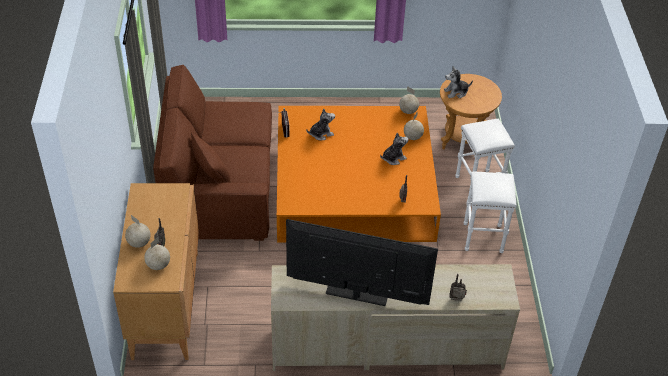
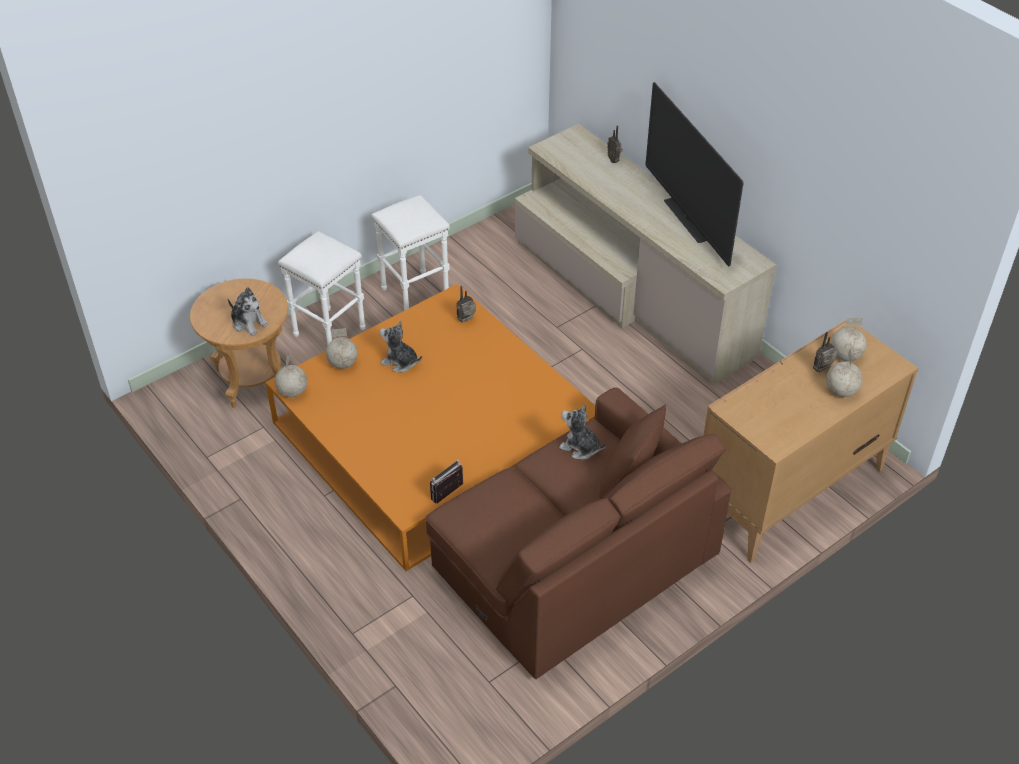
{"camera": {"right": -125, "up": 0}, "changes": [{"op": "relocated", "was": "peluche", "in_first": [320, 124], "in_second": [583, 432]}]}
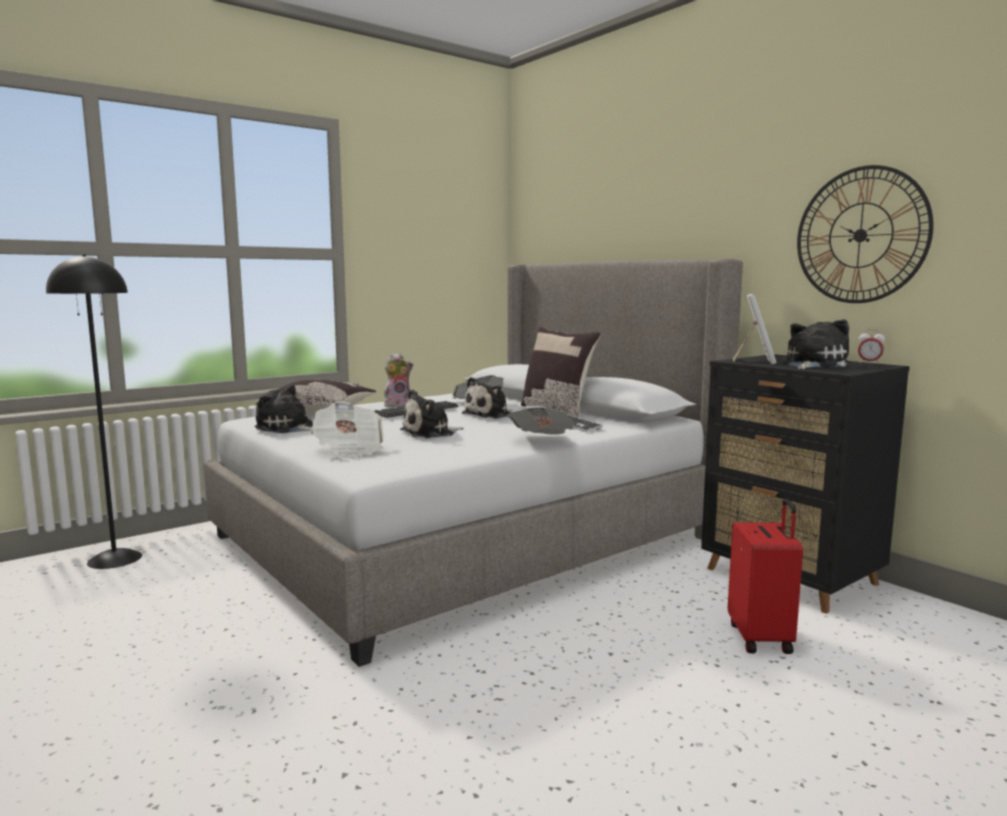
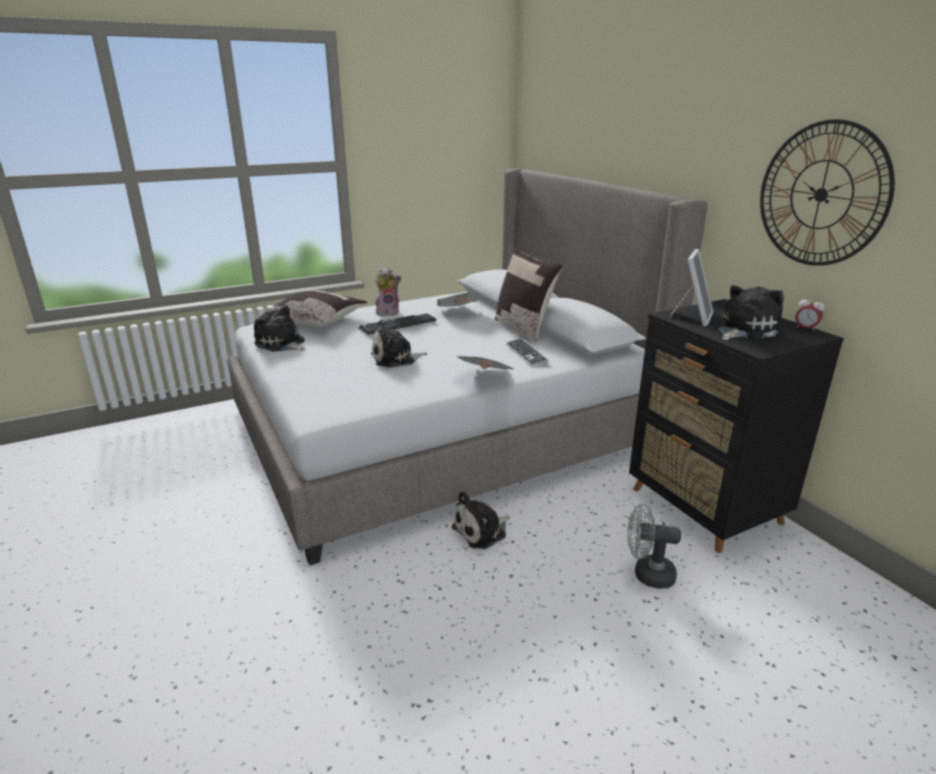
{"camera": {"right": 10, "up": 15}, "changes": [{"op": "relocated", "was": "peluche", "in_first": [487, 398], "in_second": [480, 520]}, {"op": "exchanged", "was": "maleta/rojo", "now": "ventilador/gris", "in_first": [765, 576], "in_second": [654, 546]}, {"op": "missing", "was": "lámpara de pie/negro", "in_first": [94, 412]}, {"op": "missing", "was": "periódico", "in_first": [347, 431]}]}
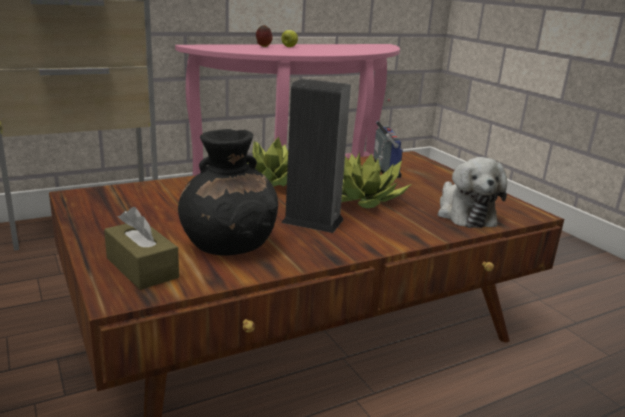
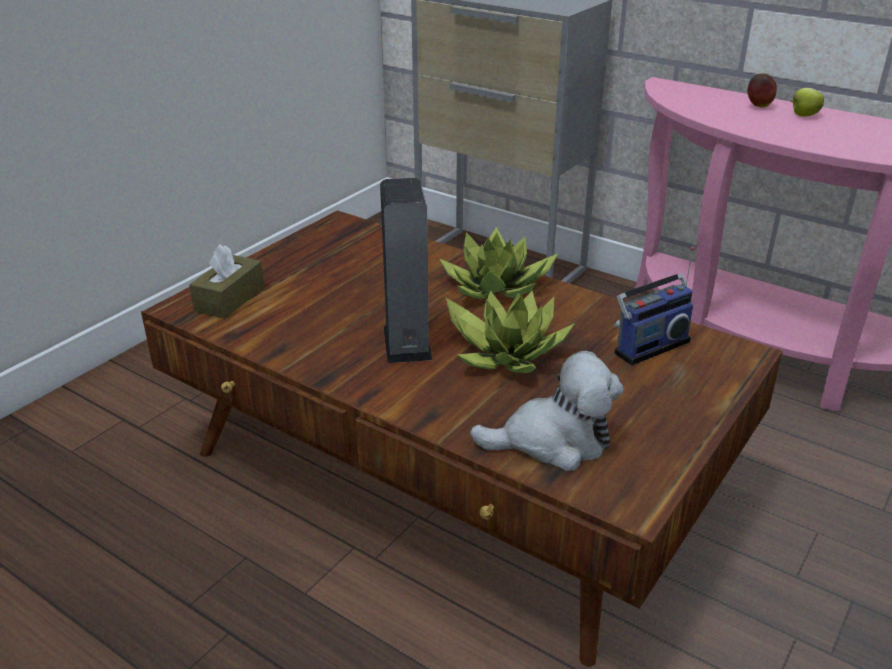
{"camera": {"right": 65, "up": 10}, "changes": [{"op": "spun", "was": "peluche", "in_first": [472, 192], "in_second": [547, 411], "clockwise": -150}, {"op": "missing", "was": "florero/negro", "in_first": [228, 192]}]}
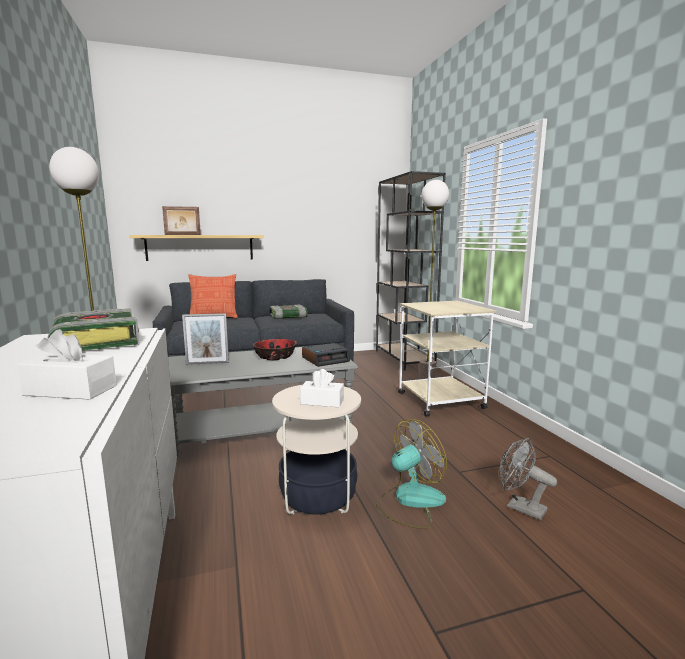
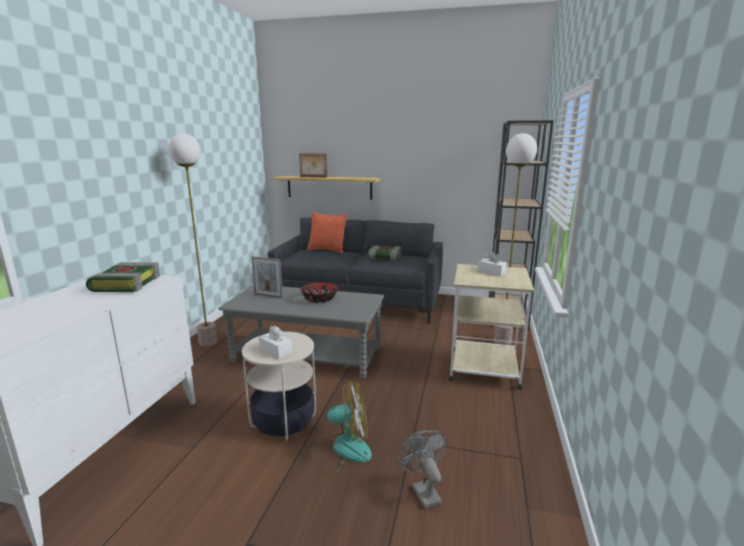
{"camera": {"right": 30, "up": 5}, "changes": [{"op": "relocated", "was": "caja de pañuelos/blanco", "in_first": [67, 364], "in_second": [492, 264]}, {"op": "missing", "was": "despertador", "in_first": [326, 355]}]}
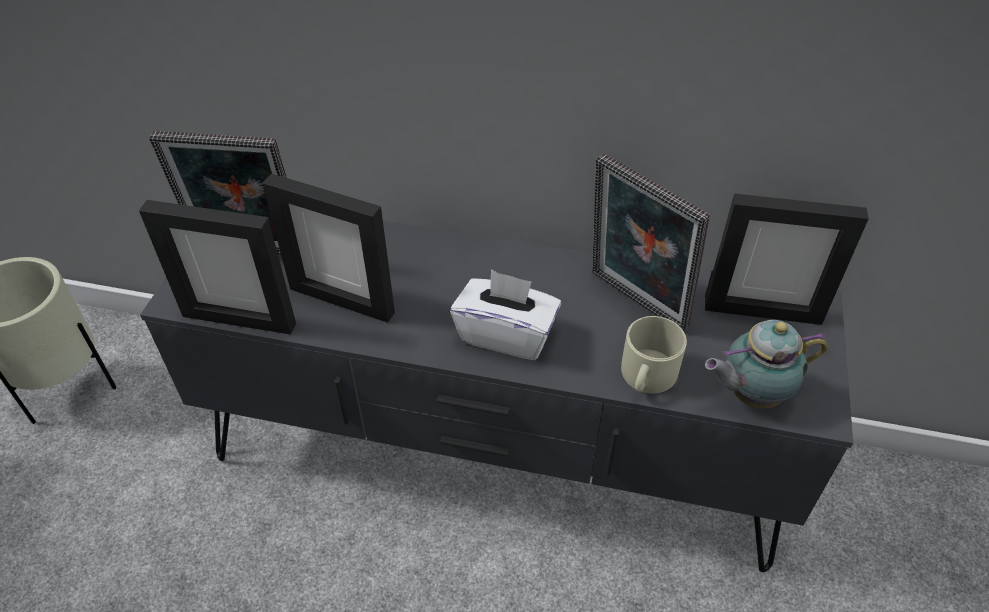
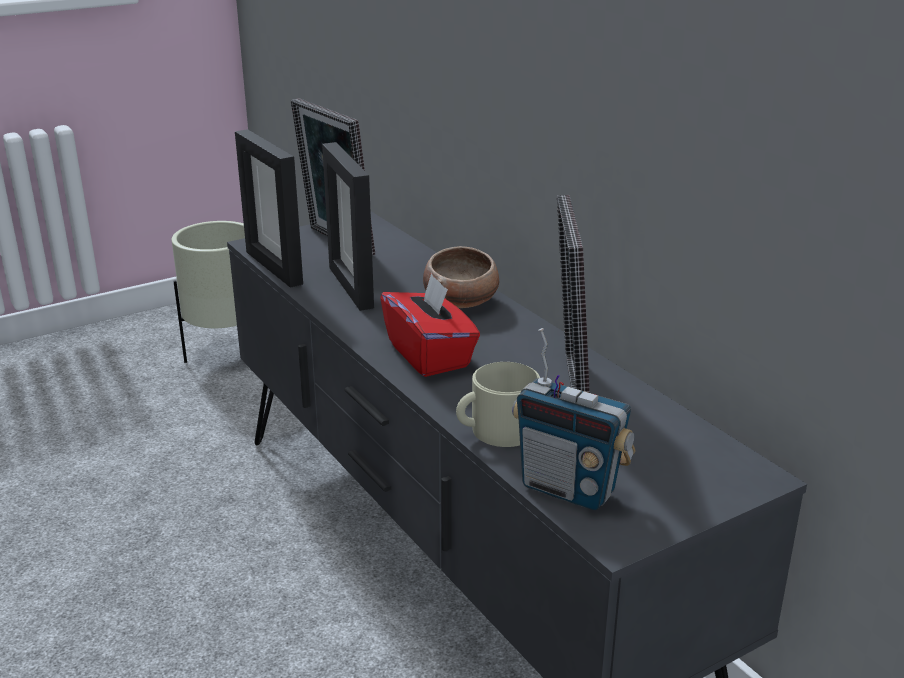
{"camera": {"right": 45, "up": -20}, "changes": [{"op": "colour", "was": "caja de pañuelos/blanco", "now": "caja de pañuelos/rojo", "in_first": [505, 315], "in_second": [430, 325]}, {"op": "appeared", "now": "cuenco", "in_second": [461, 277]}, {"op": "exchanged", "was": "tetera", "now": "radio", "in_first": [766, 364], "in_second": [574, 419]}, {"op": "missing", "was": "portarretratos", "in_first": [787, 259]}]}
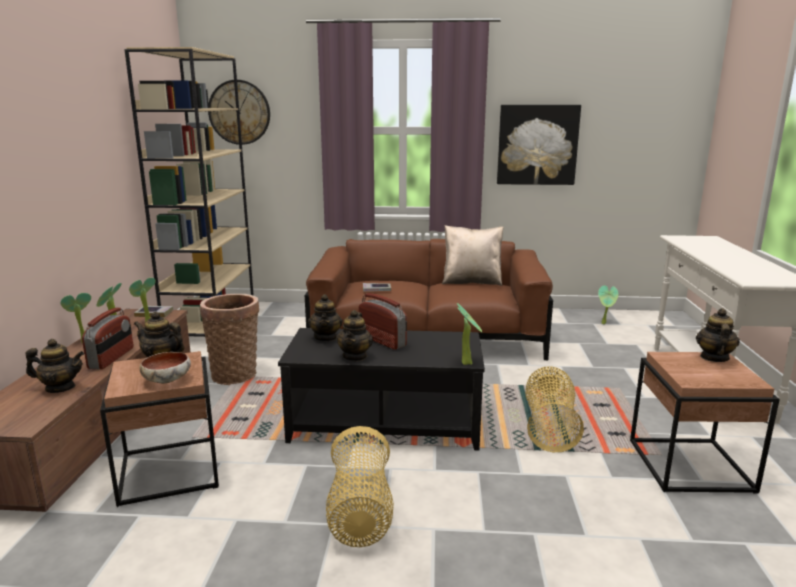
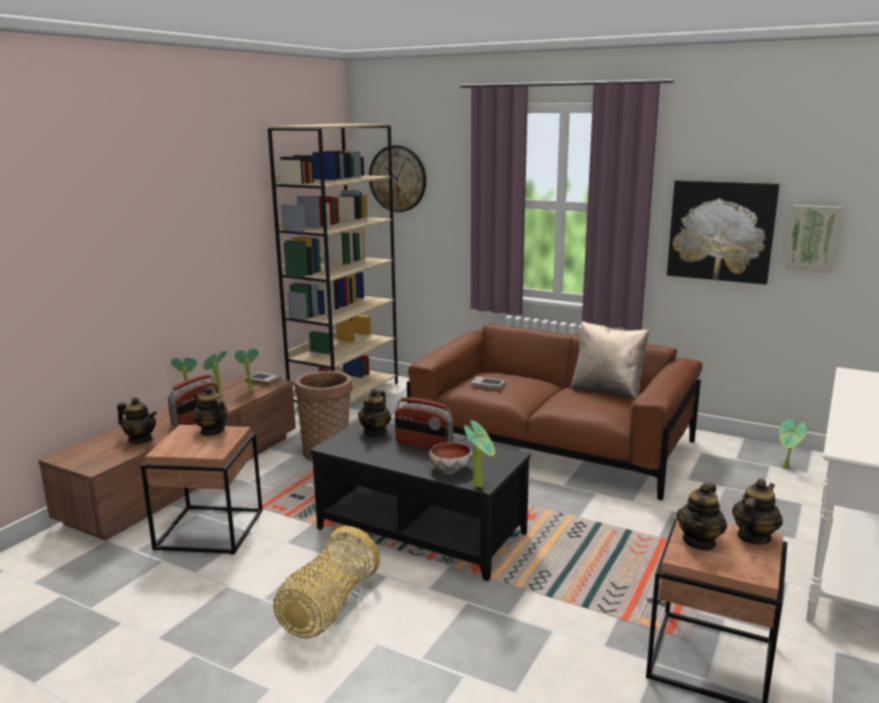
{"camera": {"right": 25, "up": 0}, "changes": [{"op": "spun", "was": "radio", "in_first": [383, 321], "in_second": [424, 423], "clockwise": 135}, {"op": "relocated", "was": "cuenco", "in_first": [165, 368], "in_second": [450, 457]}, {"op": "relocated", "was": "tetera", "in_first": [354, 336], "in_second": [702, 517]}, {"op": "appeared", "now": "cuadro", "in_second": [813, 239]}, {"op": "missing", "was": "cesta", "in_first": [554, 409]}]}
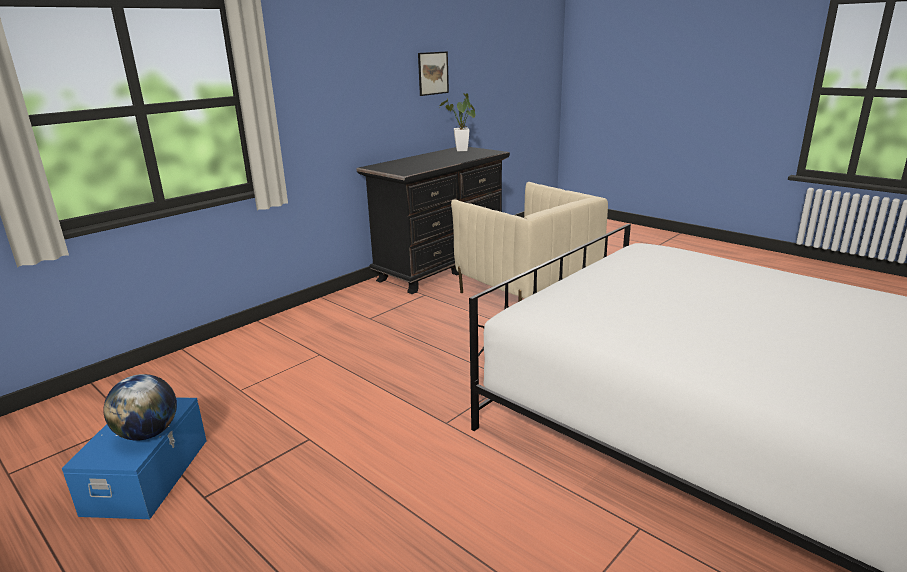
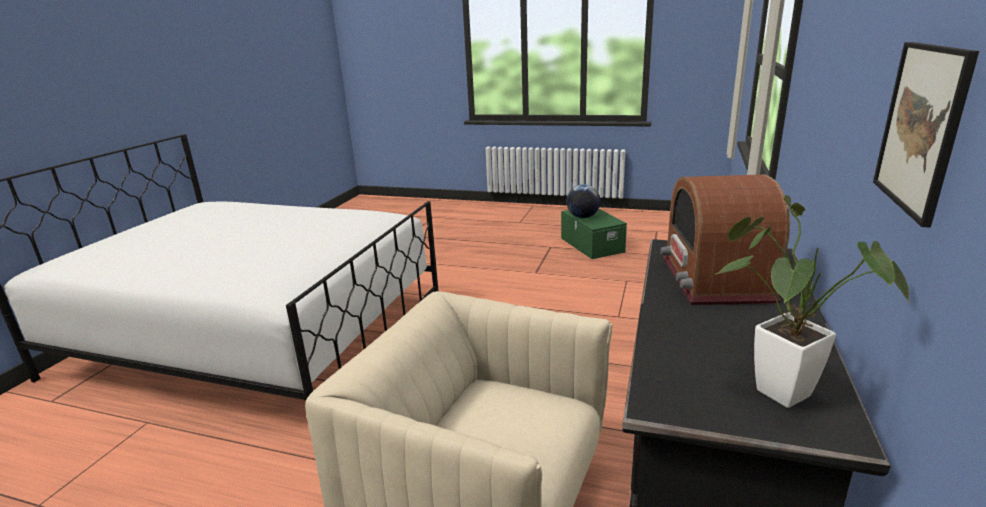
{"camera": {"right": 155, "up": 0}, "changes": [{"op": "colour", "was": "caja de almacenaje/azul", "now": "caja de almacenaje/verde", "in_first": [134, 458], "in_second": [594, 234]}, {"op": "appeared", "now": "radio", "in_second": [725, 239]}]}
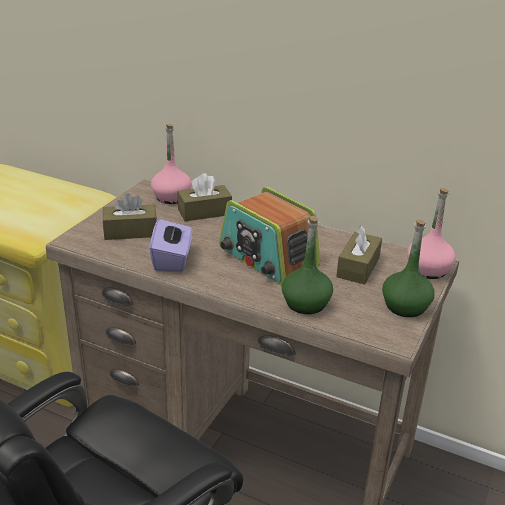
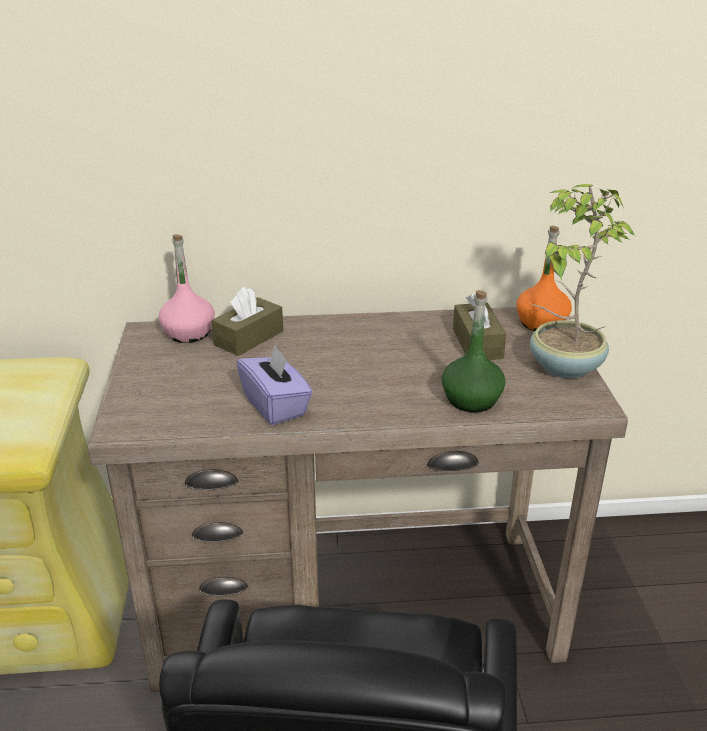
{"camera": {"right": -30, "up": 0}, "changes": [{"op": "colour", "was": "botella/rosa", "now": "botella/naranja", "in_first": [431, 233], "in_second": [544, 278]}, {"op": "exchanged", "was": "botella/verde", "now": "planta en maceta", "in_first": [408, 268], "in_second": [582, 281]}, {"op": "missing", "was": "caja de pañuelos/marrón", "in_first": [130, 216]}, {"op": "missing", "was": "radio", "in_first": [269, 236]}]}
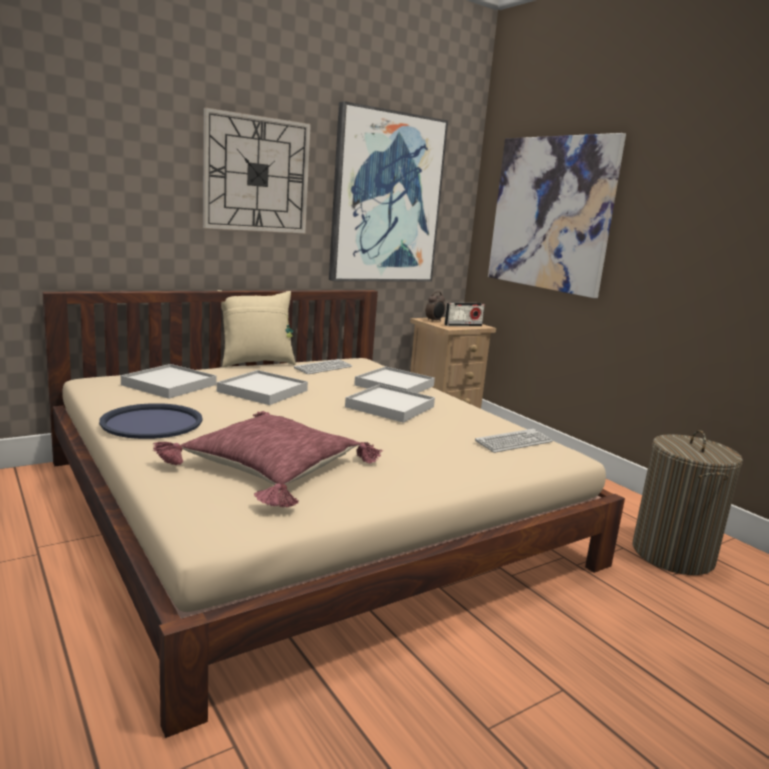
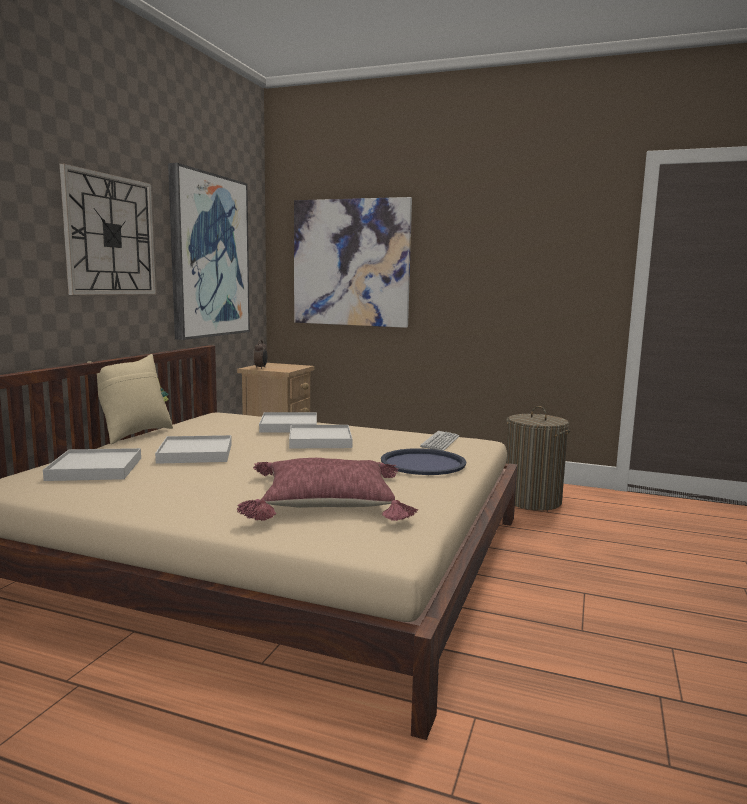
{"camera": {"right": -35, "up": -5}, "changes": [{"op": "relocated", "was": "bandeja/azul", "in_first": [151, 421], "in_second": [423, 461]}, {"op": "missing", "was": "teclado", "in_first": [323, 366]}, {"op": "missing", "was": "radio", "in_first": [465, 314]}]}
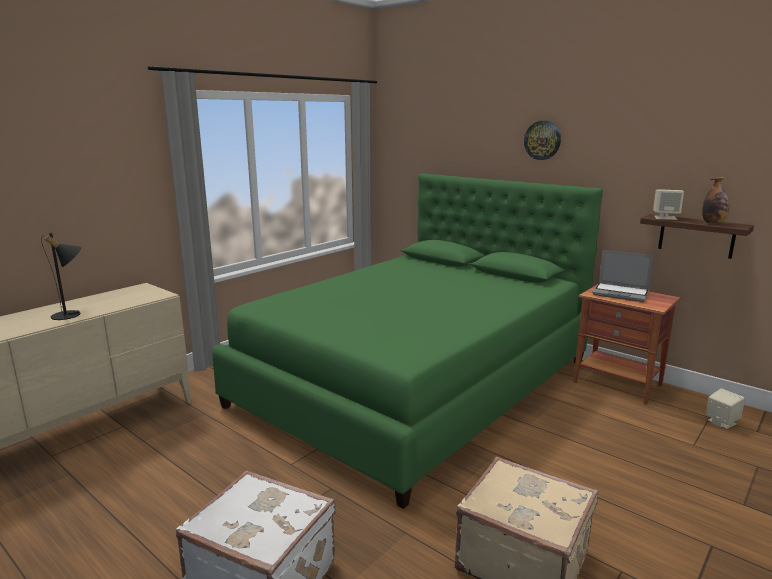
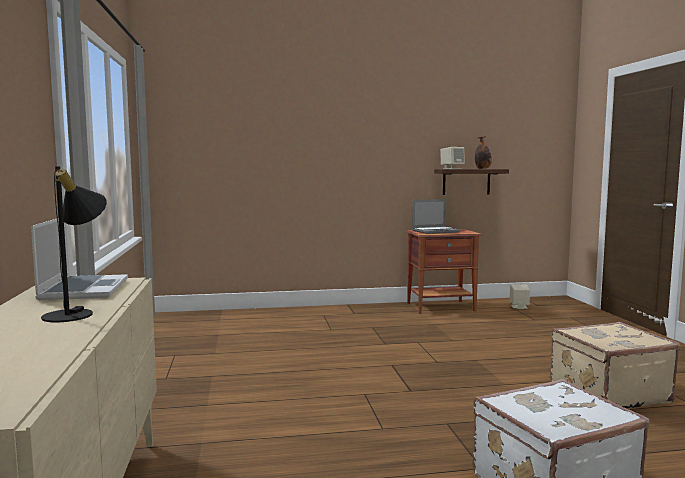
{"camera": {"right": -50, "up": -10}, "changes": [{"op": "appeared", "now": "portátil", "in_second": [79, 259]}, {"op": "missing", "was": "cama/verde", "in_first": [407, 341]}, {"op": "missing", "was": "reloj de pared", "in_first": [542, 140]}]}
